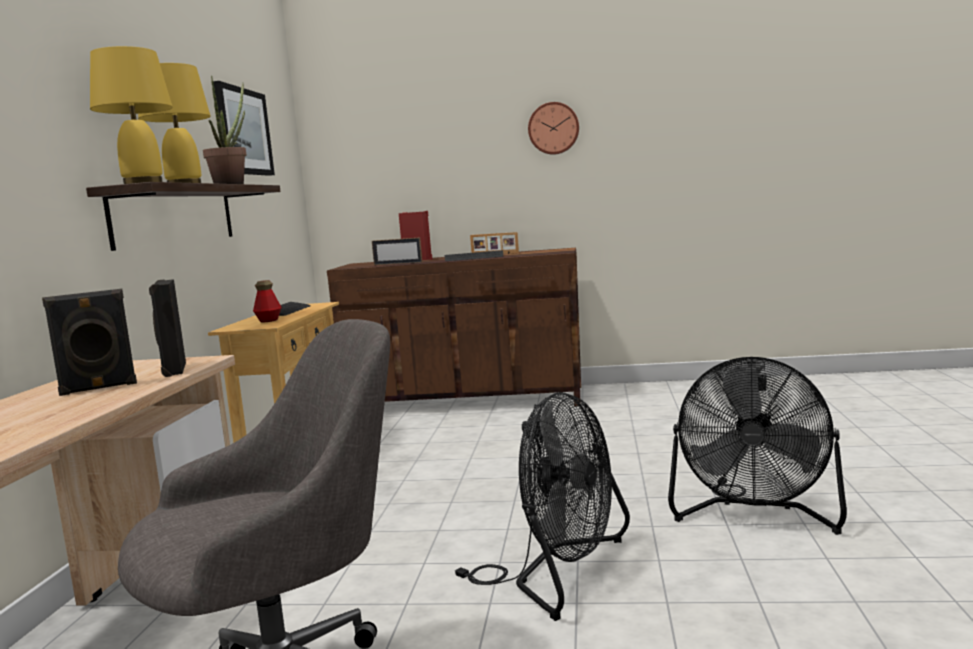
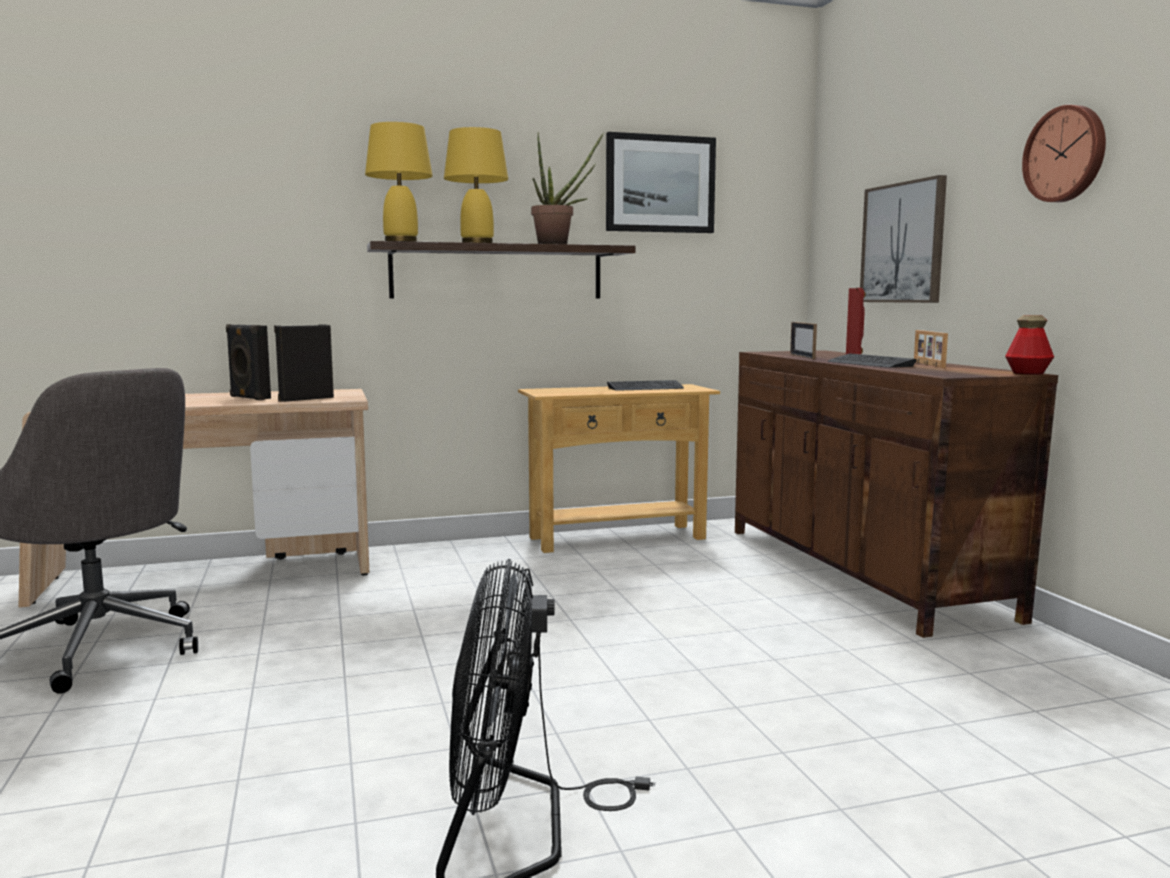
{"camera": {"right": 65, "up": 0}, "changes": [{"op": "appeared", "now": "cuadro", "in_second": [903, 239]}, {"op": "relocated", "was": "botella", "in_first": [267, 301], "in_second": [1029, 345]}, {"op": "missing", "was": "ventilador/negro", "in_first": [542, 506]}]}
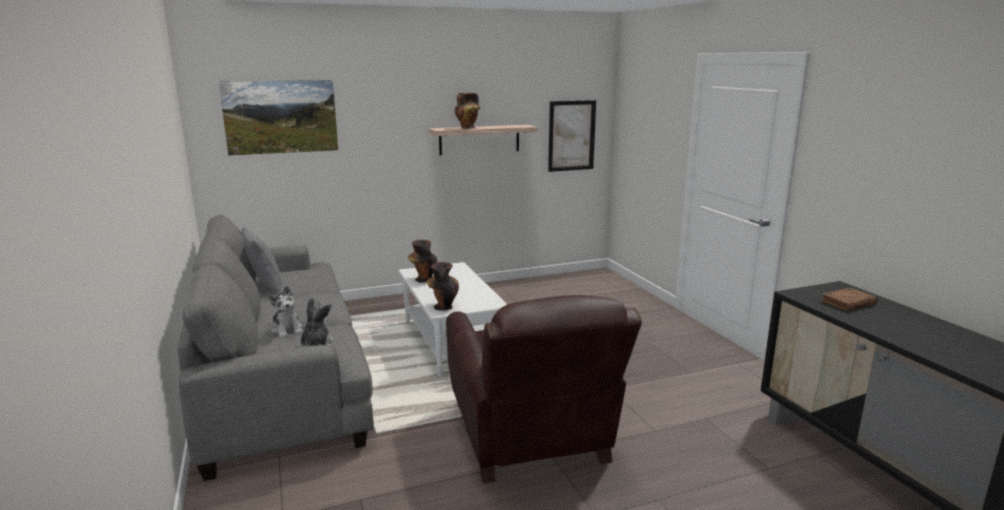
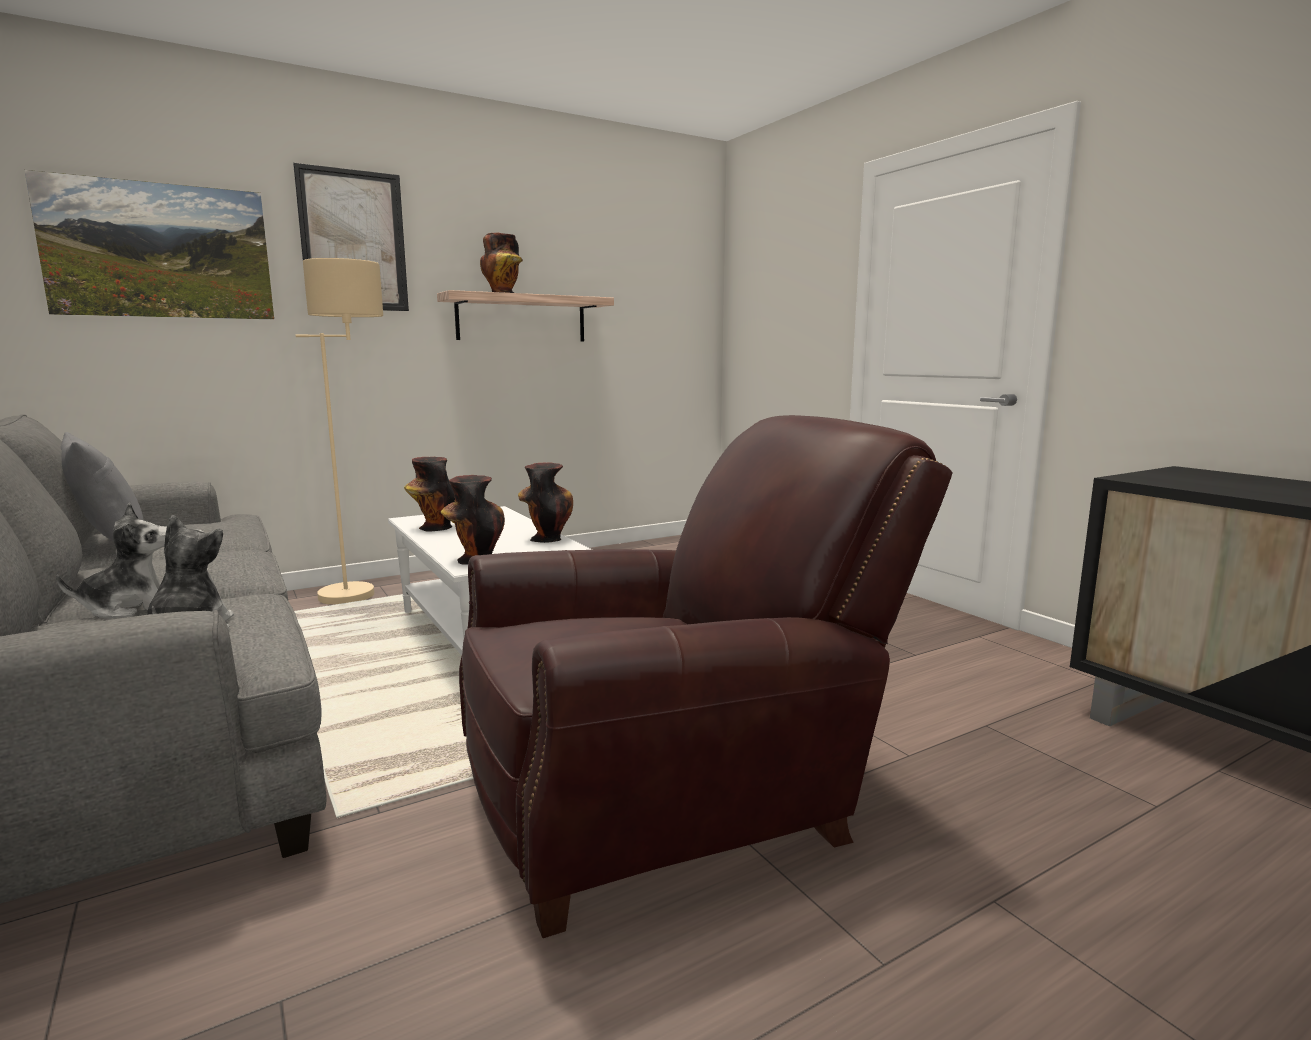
{"camera": {"right": -10, "up": -5}, "changes": [{"op": "spun", "was": "peluche", "in_first": [285, 312], "in_second": [111, 560], "clockwise": -75}, {"op": "relocated", "was": "cuadro", "in_first": [572, 136], "in_second": [351, 237]}, {"op": "appeared", "now": "lámpara de pie/beis", "in_second": [339, 431]}, {"op": "spun", "was": "sillón/marrón", "in_first": [544, 389], "in_second": [706, 676], "clockwise": -90}, {"op": "appeared", "now": "florero", "in_second": [545, 502]}, {"op": "missing", "was": "libro/marrón", "in_first": [849, 299]}]}
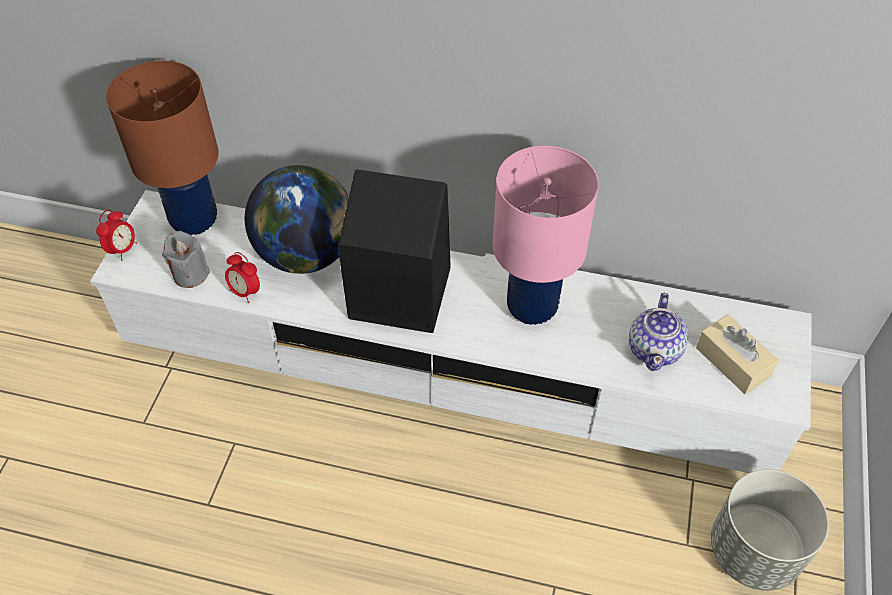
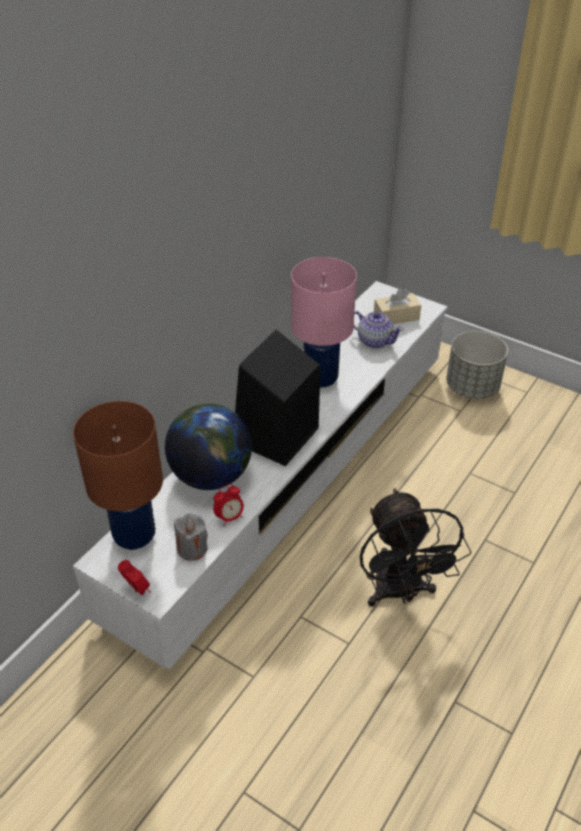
{"camera": {"right": -70, "up": -10}, "changes": [{"op": "appeared", "now": "ventilador/negro", "in_second": [416, 547]}]}
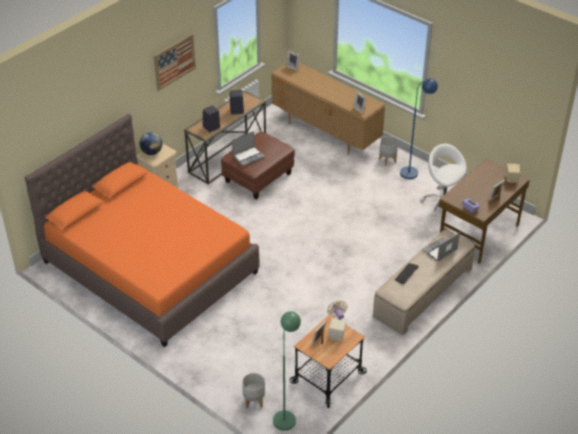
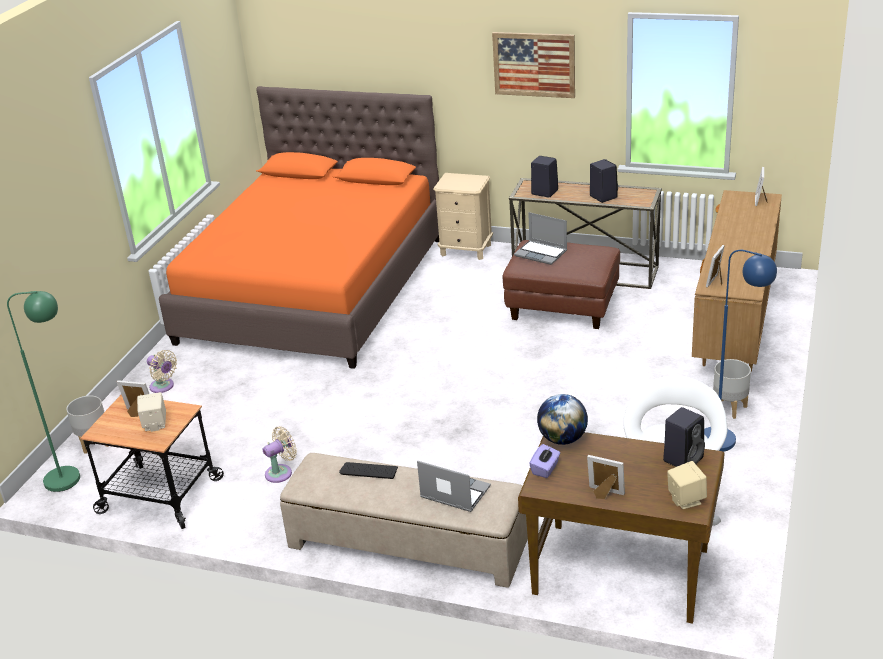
{"camera": {"right": 70, "up": -10}, "changes": [{"op": "appeared", "now": "ventilador/beis", "in_second": [162, 371]}, {"op": "relocated", "was": "globo terráqueo", "in_first": [151, 143], "in_second": [562, 419]}, {"op": "appeared", "now": "altavoz/negro", "in_second": [684, 437]}]}
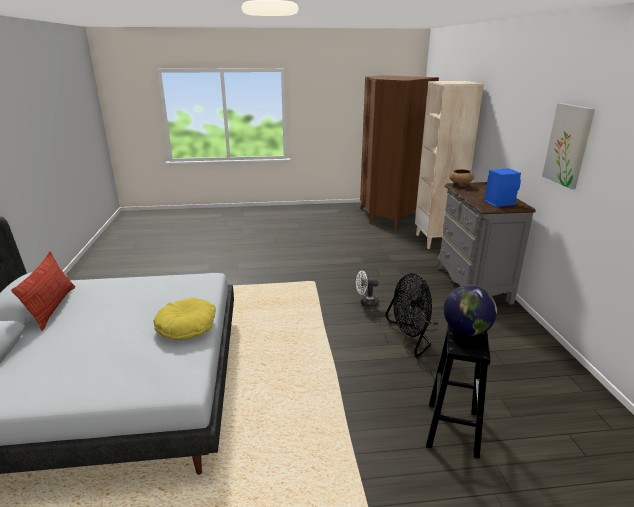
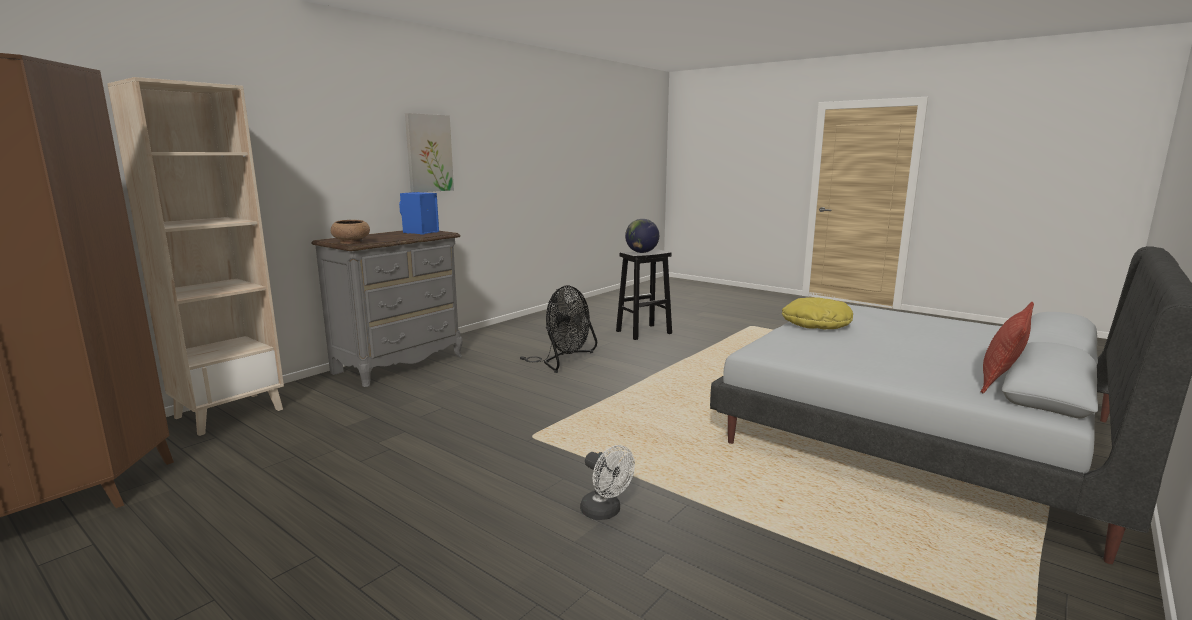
{"camera": {"right": -135, "up": -10}, "changes": [{"op": "relocated", "was": "ventilador/blanco", "in_first": [367, 289], "in_second": [607, 482]}]}
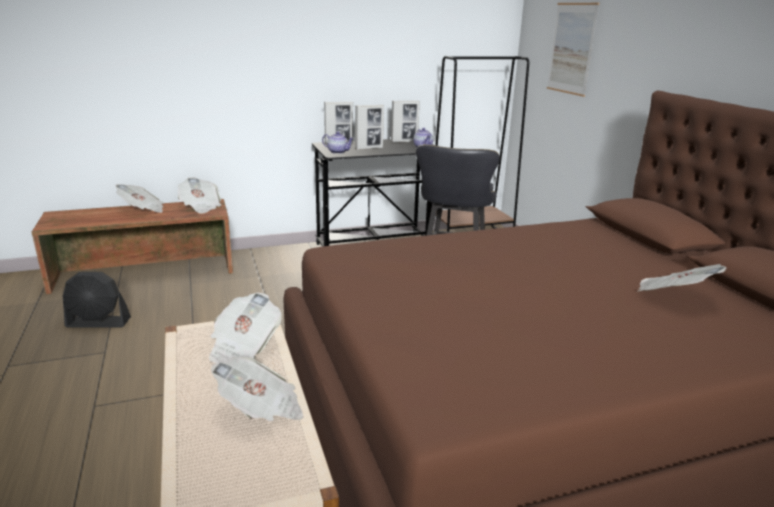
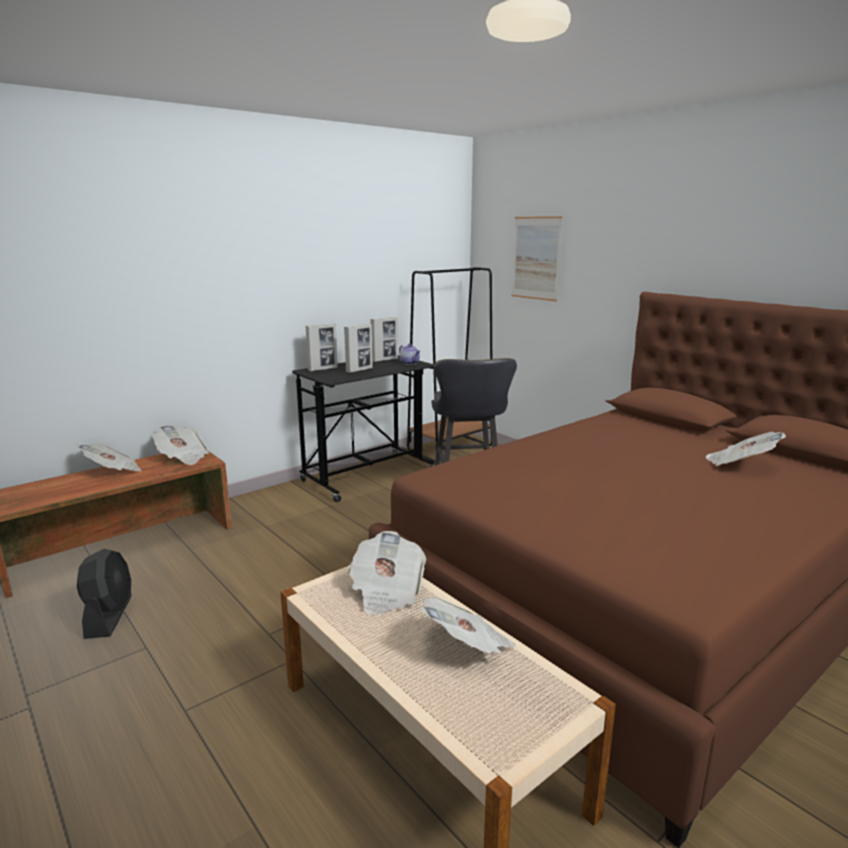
{"camera": {"right": -20, "up": -5}, "changes": [{"op": "spun", "was": "ventilador/negro", "in_first": [96, 300], "in_second": [104, 594], "clockwise": -75}, {"op": "missing", "was": "tetera", "in_first": [338, 143]}]}
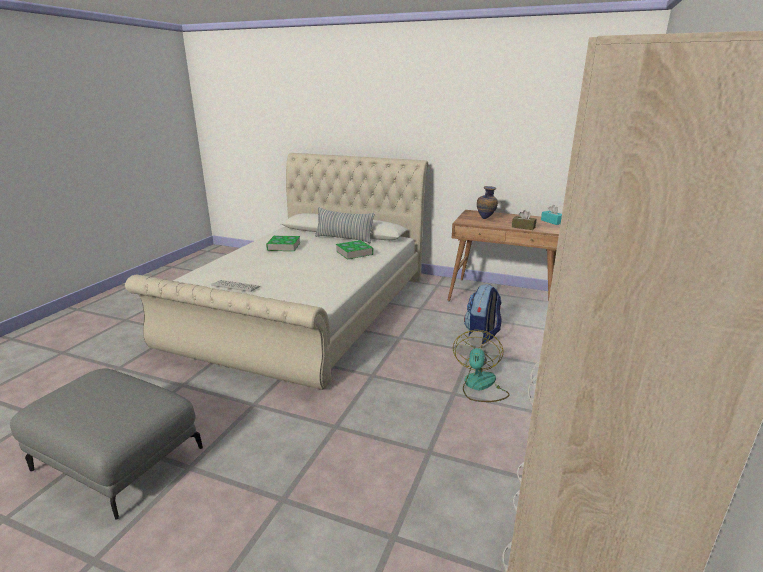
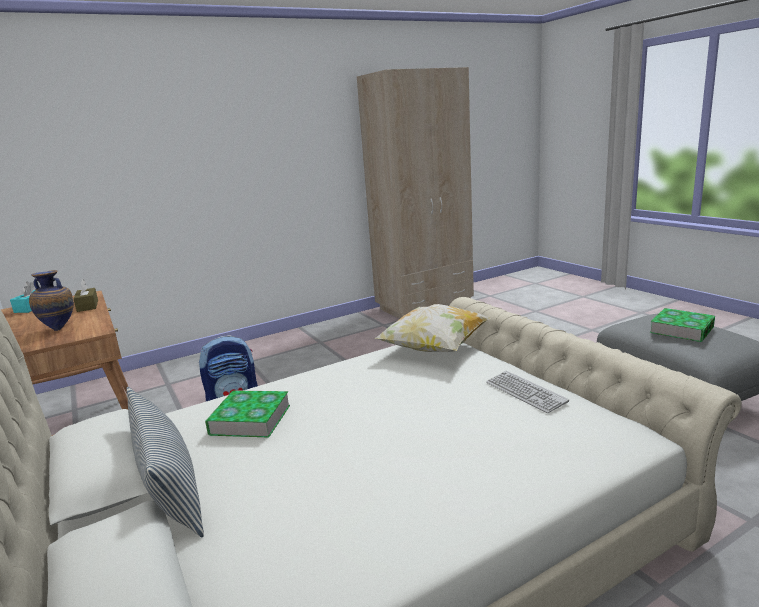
{"camera": {"right": -140, "up": -5}, "changes": [{"op": "appeared", "now": "cojín", "in_second": [432, 328]}, {"op": "relocated", "was": "libro", "in_first": [283, 243], "in_second": [682, 325]}, {"op": "missing", "was": "ventilador", "in_first": [481, 366]}]}
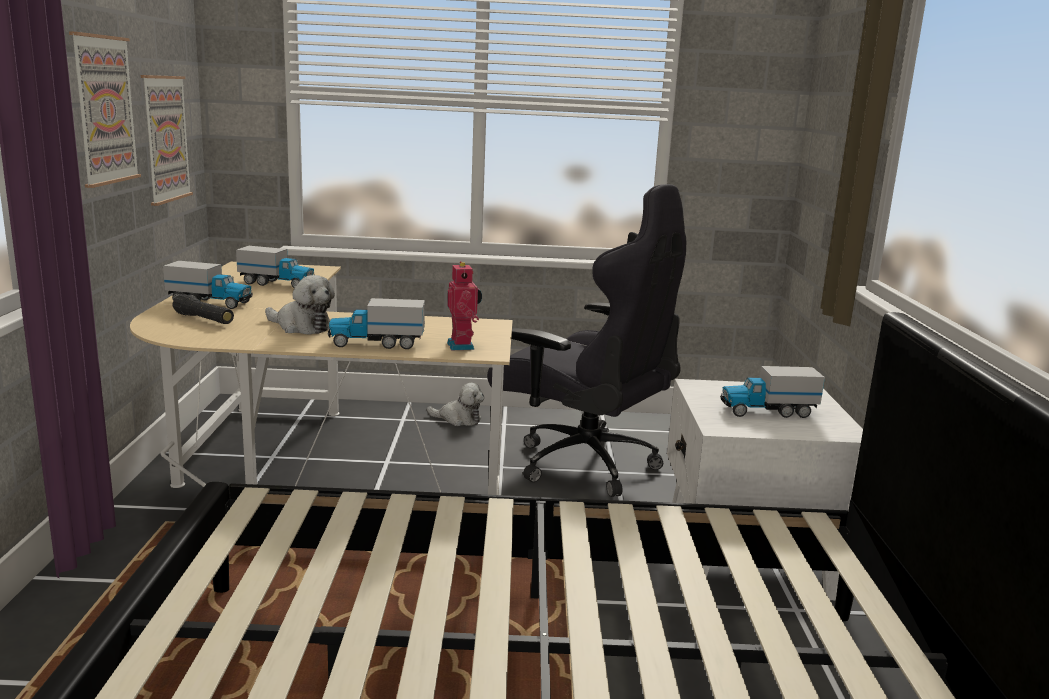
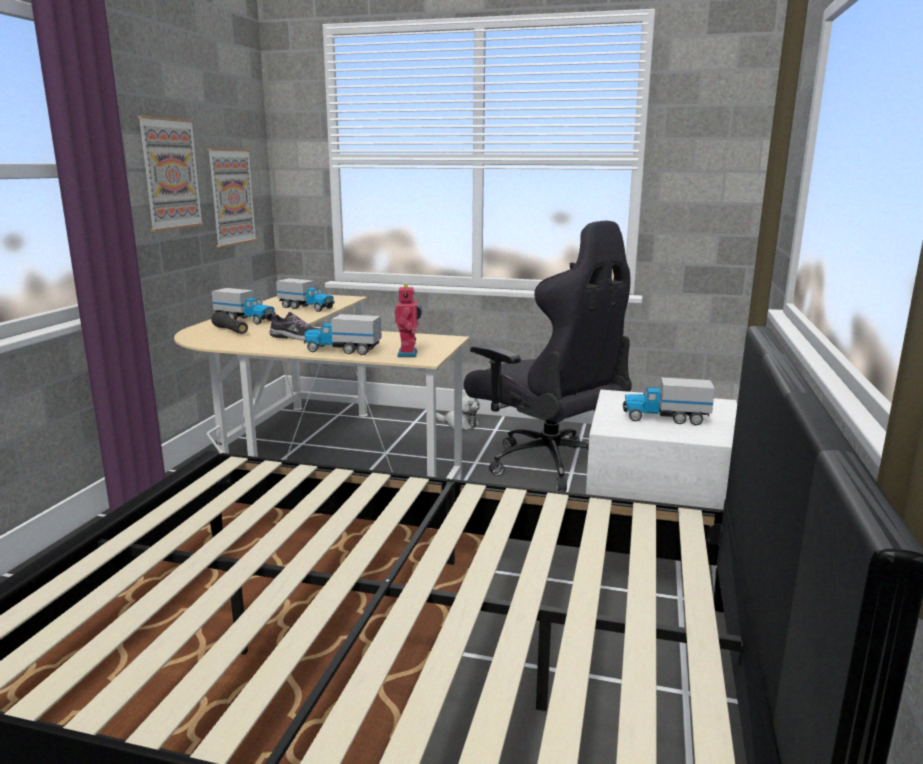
{"camera": {"right": 15, "up": 0}, "changes": [{"op": "exchanged", "was": "peluche", "now": "zapato", "in_first": [300, 305], "in_second": [294, 326]}]}
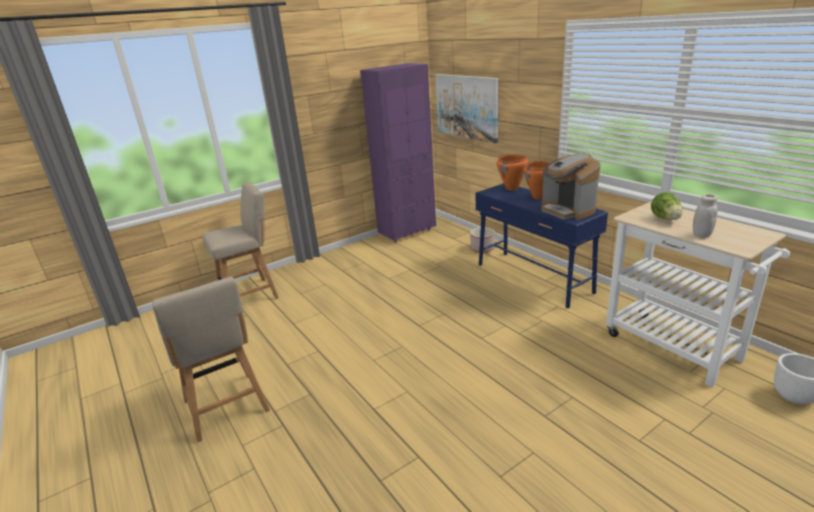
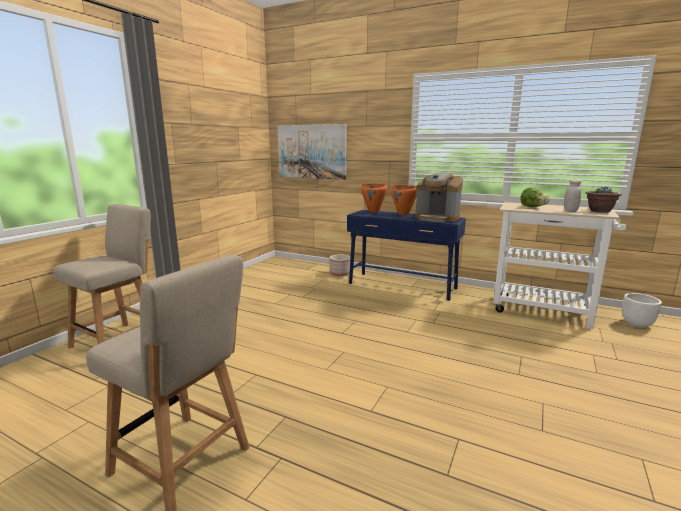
{"camera": {"right": -30, "up": -10}, "changes": [{"op": "appeared", "now": "planta en maceta", "in_second": [603, 199]}, {"op": "missing", "was": "armario/morado", "in_first": [398, 152]}]}
